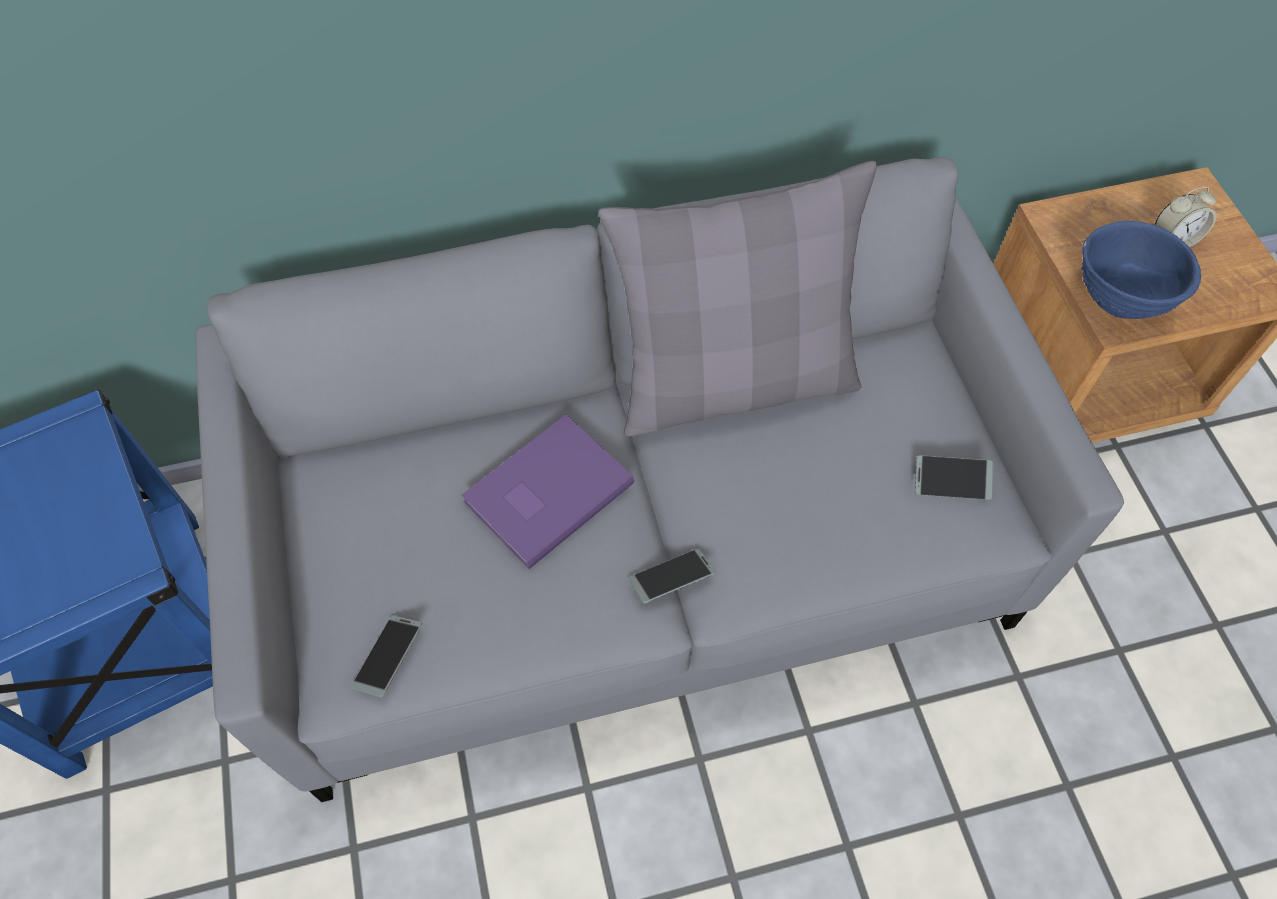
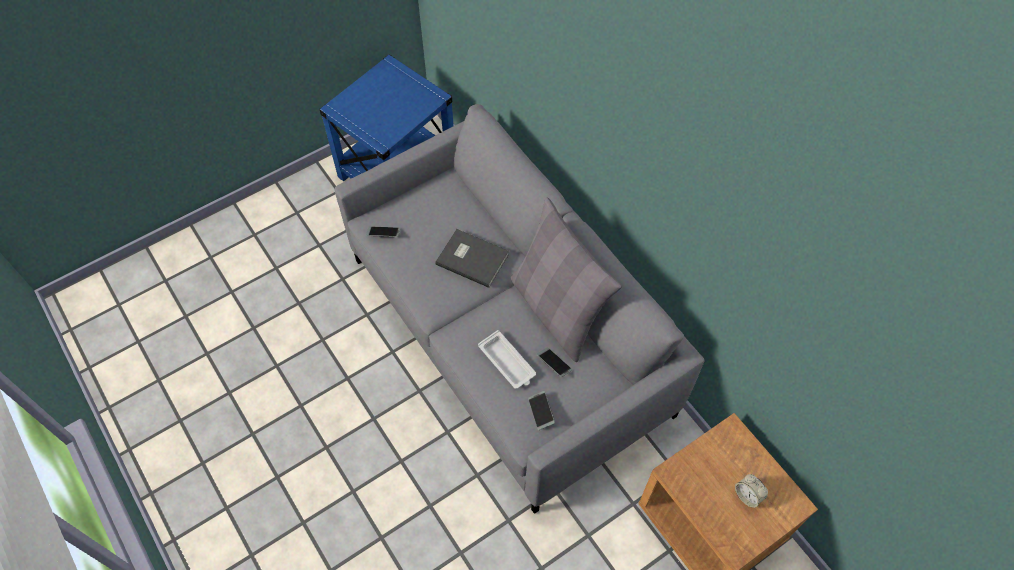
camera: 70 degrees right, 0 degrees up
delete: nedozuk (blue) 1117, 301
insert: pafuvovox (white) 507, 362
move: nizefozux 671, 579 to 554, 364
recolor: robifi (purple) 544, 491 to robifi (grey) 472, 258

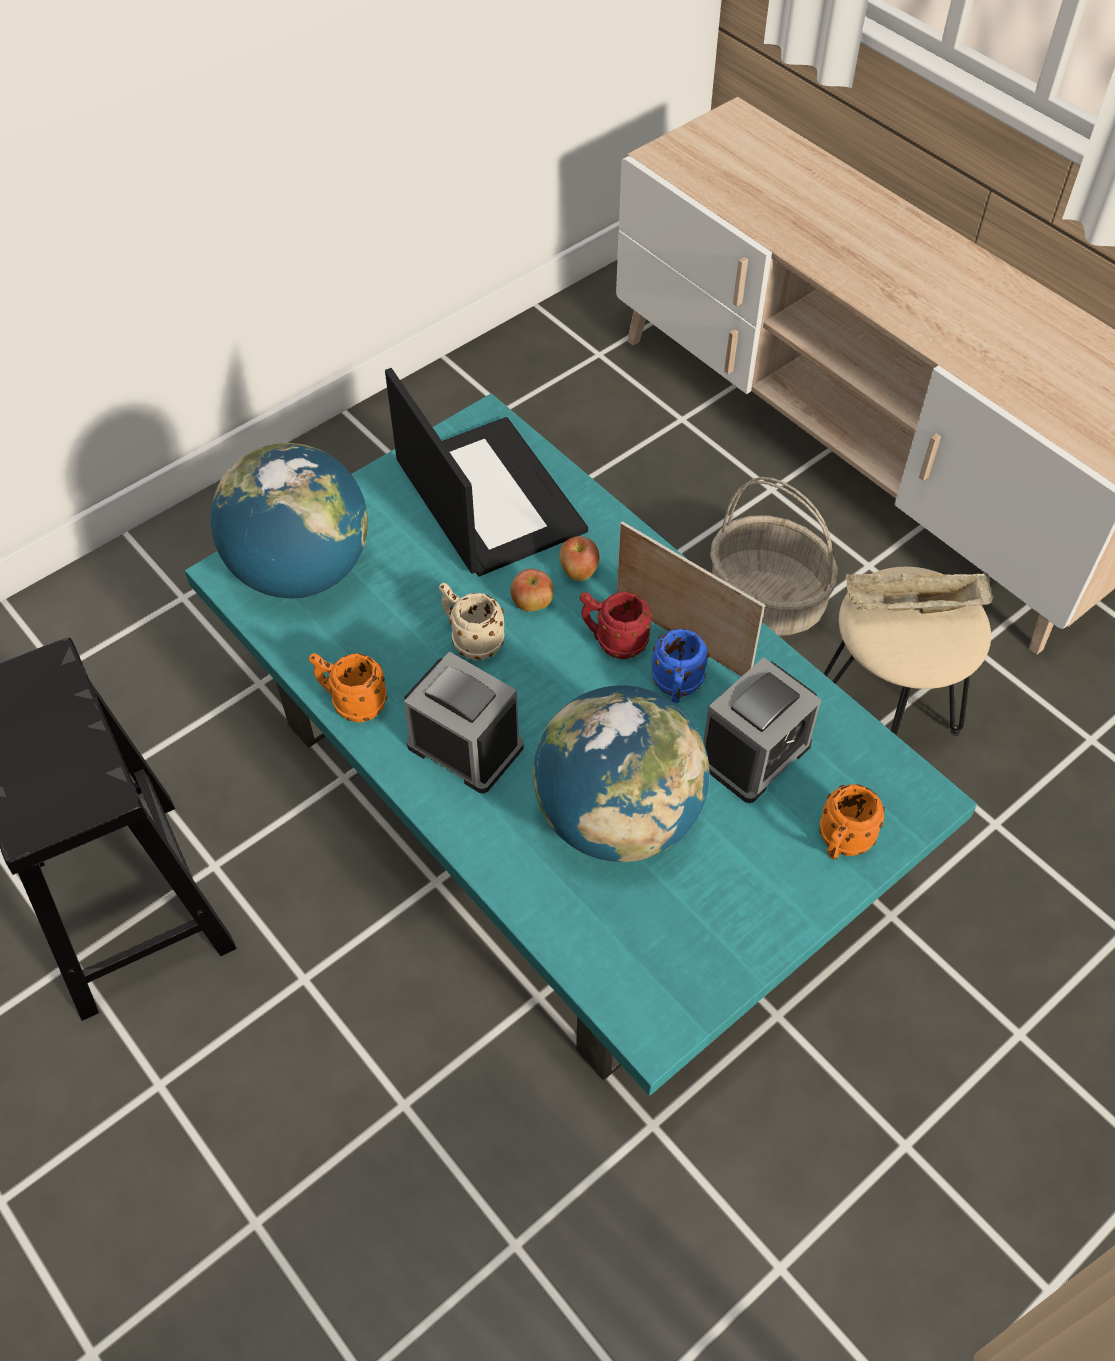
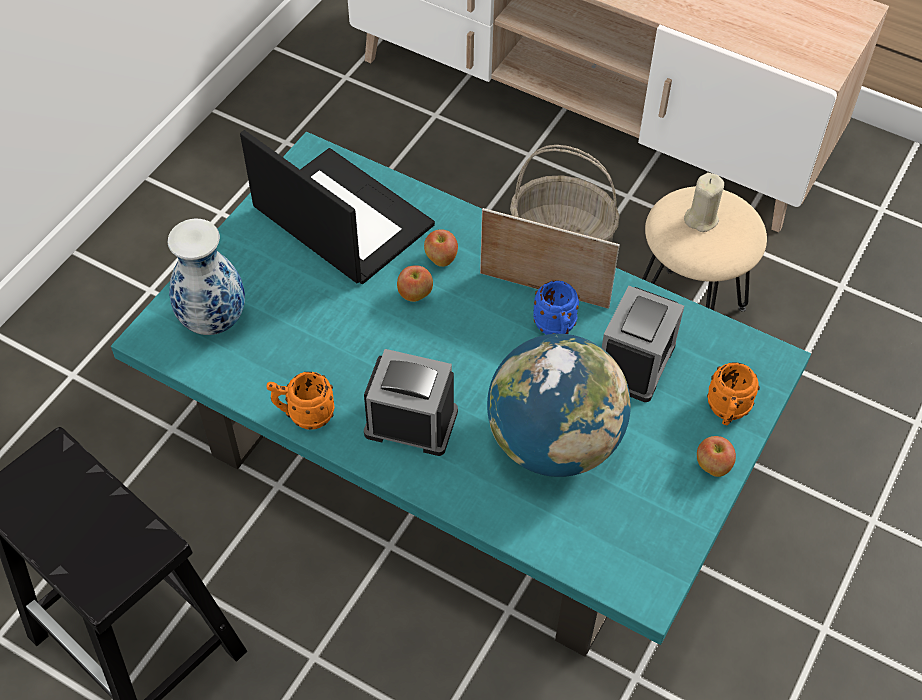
camera: 20 degrees left, 0 degrees up
delete: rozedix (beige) 471, 640; rozedix (red) 613, 641
insert: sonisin 712, 466
replace: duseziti 301, 571 to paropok 212, 319; pafuvovox (beige) 912, 607 to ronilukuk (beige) 701, 219

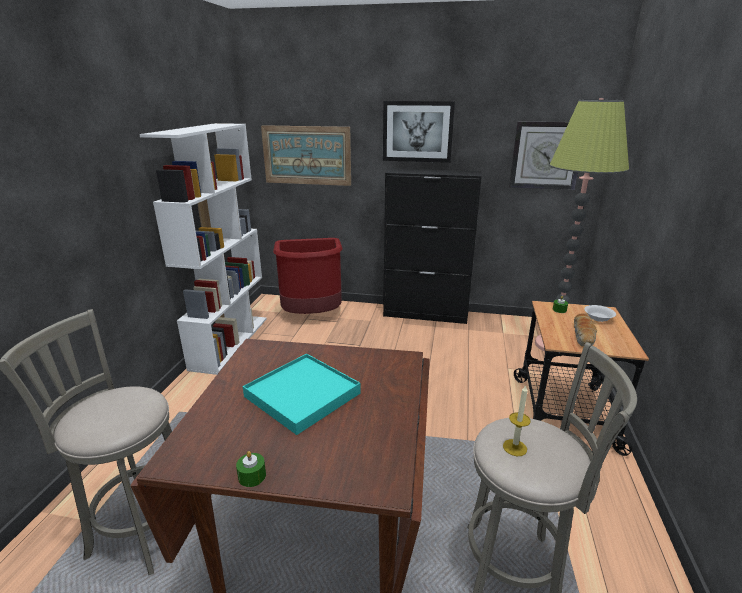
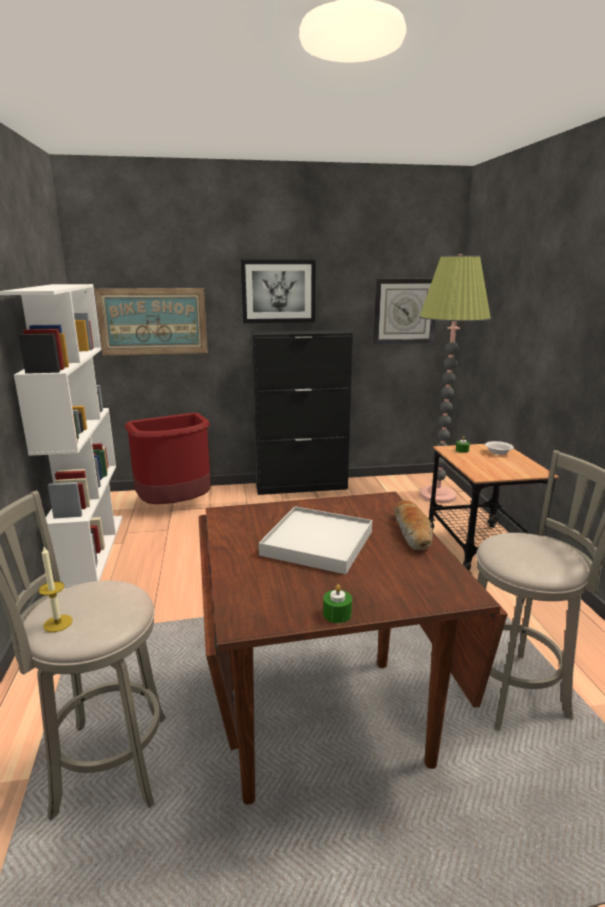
camera: 20 degrees left, 5 degrees down
move: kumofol 583, 336 to 413, 533; ronilukuk 514, 447 to 58, 623
recolor: pafuvovox (turquoise) 302, 395 to pafuvovox (white) 318, 543

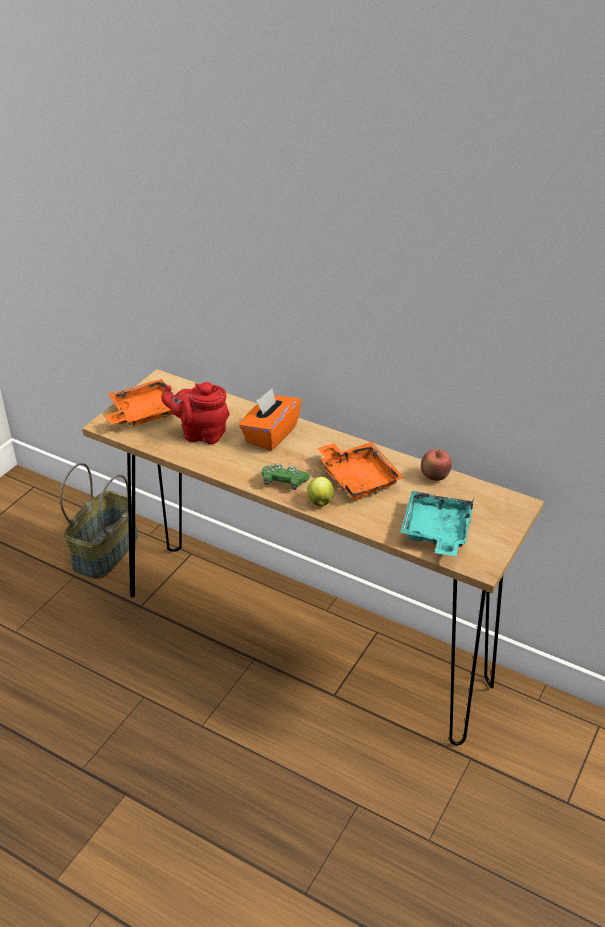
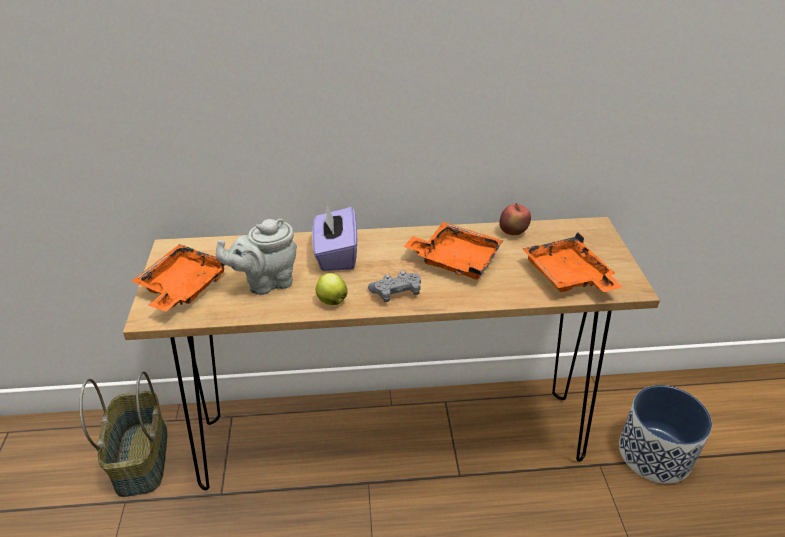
camera: 35 degrees left, 0 degrees up
insert: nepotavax 655, 454
move: sonisin 320, 501 to 331, 300
recolor: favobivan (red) 201, 434 to favobivan (grey) 266, 282; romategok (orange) 270, 434 to romategok (purple) 336, 255; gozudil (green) 284, 482 to gozudil (grey) 396, 292; pafuvovox (turquoise) 436, 532 to pafuvovox (orange) 567, 276

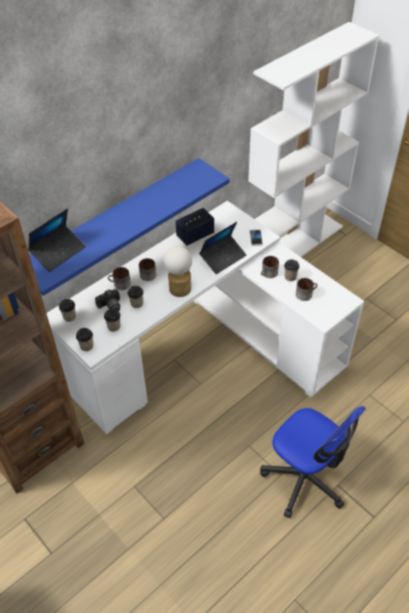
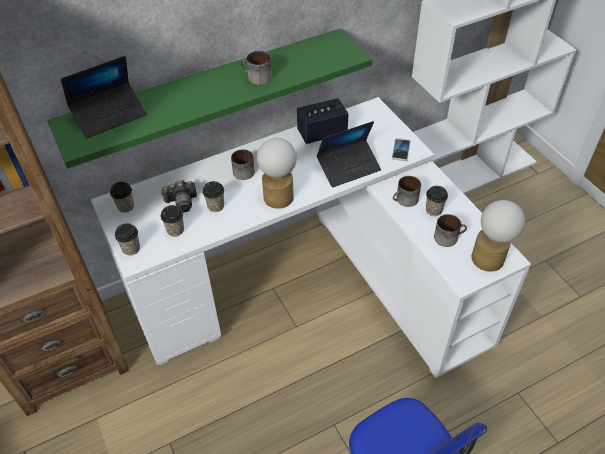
camera: 15 degrees right, 0 degrees up
insert: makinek 491, 256
move: rozedix 120, 284 to 256, 77
recolor: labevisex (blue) 115, 222 to labevisex (green) 207, 93

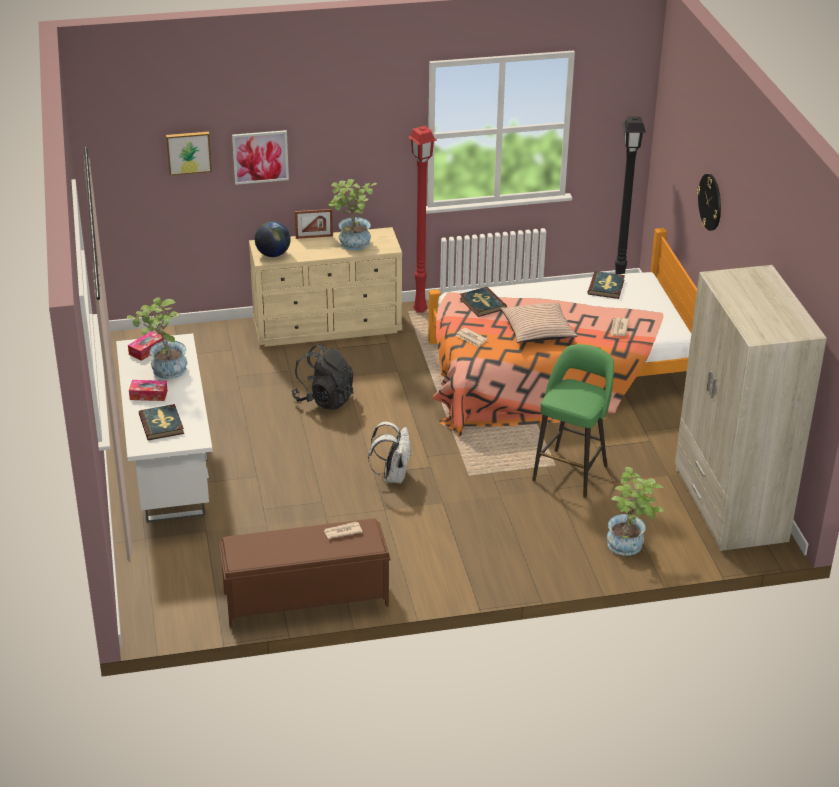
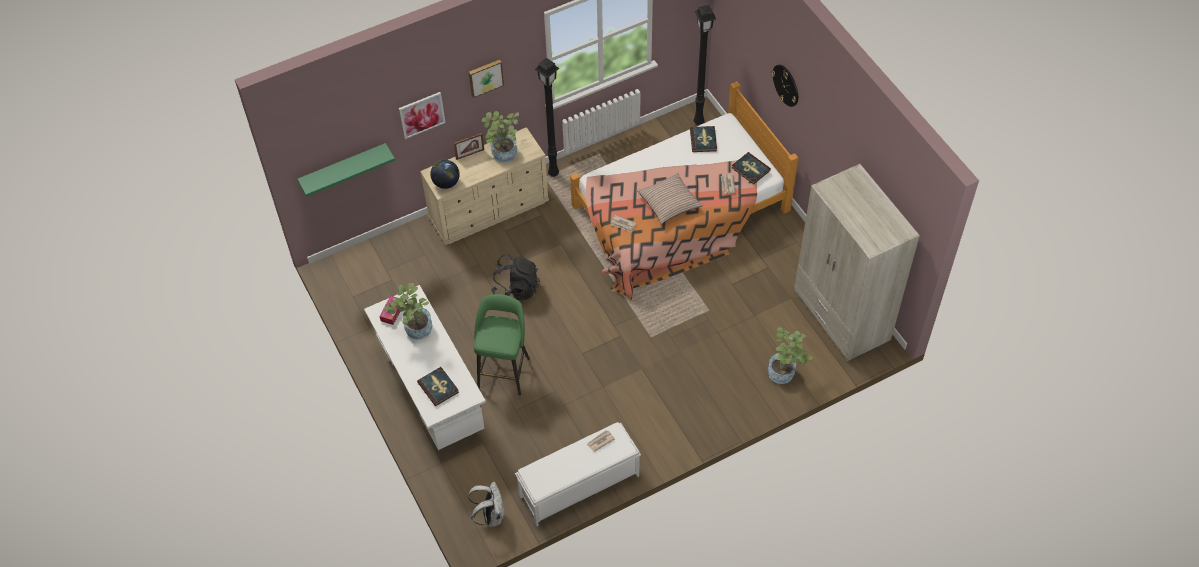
camera: 15 degrees left, 20 degrees up
delete: romategok 148, 395
insert: labevisex (green) 343, 168
move: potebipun 188, 152 to 485, 77; robifi 482, 304 to 750, 169; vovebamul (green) 571, 472 to 504, 371; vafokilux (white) 393, 476 to 490, 515
recolor: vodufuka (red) 420, 310 to vodufuka (black) 553, 173; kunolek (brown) 304, 599 to kunolek (white) 578, 486

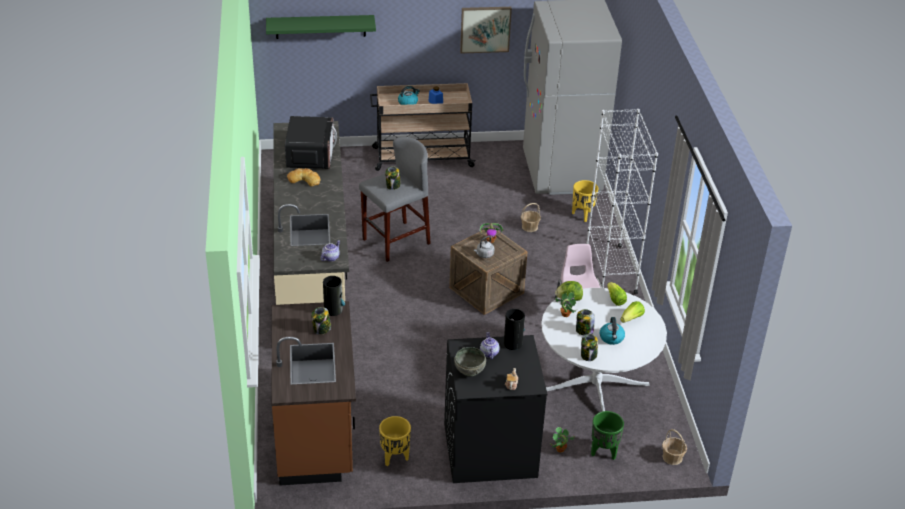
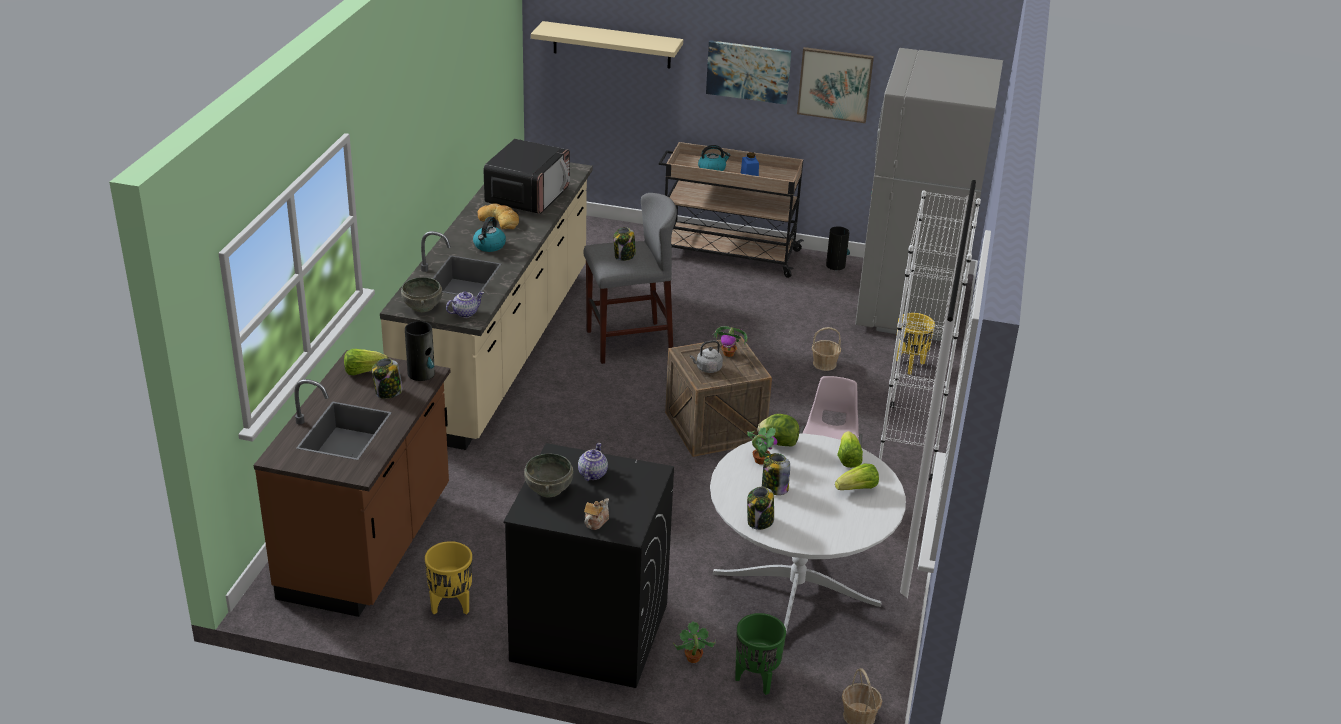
camera: 20 degrees right, 5 degrees down
insert: potebipun 748, 71; nedozuk (grey) 423, 306; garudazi 364, 371
move: paropok 513, 343 to 835, 265; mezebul 611, 338 to 489, 246
recolor: labevisex (green) 320, 26 to labevisex (beige) 612, 45

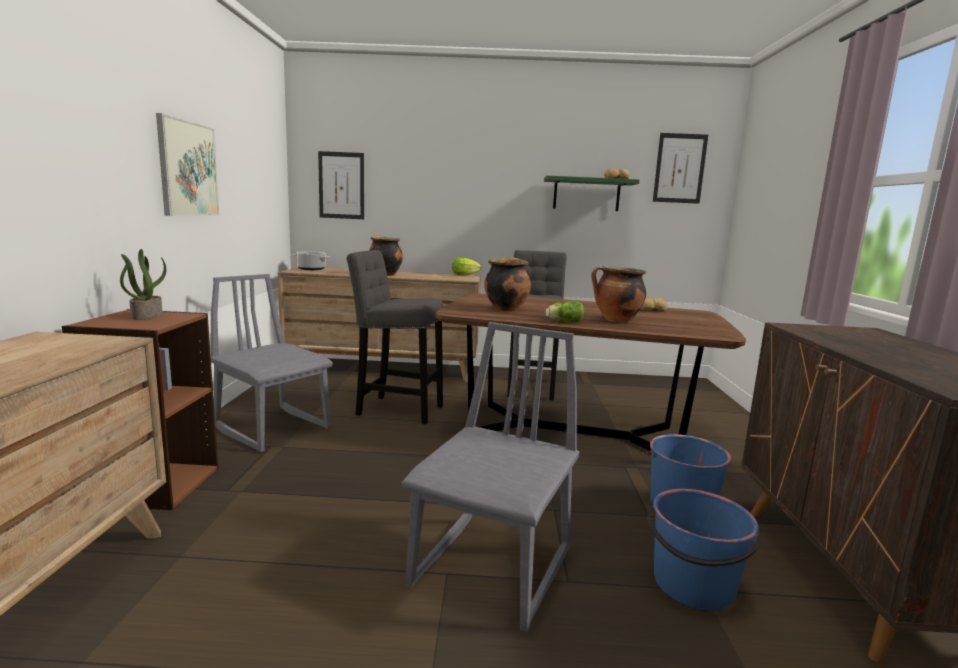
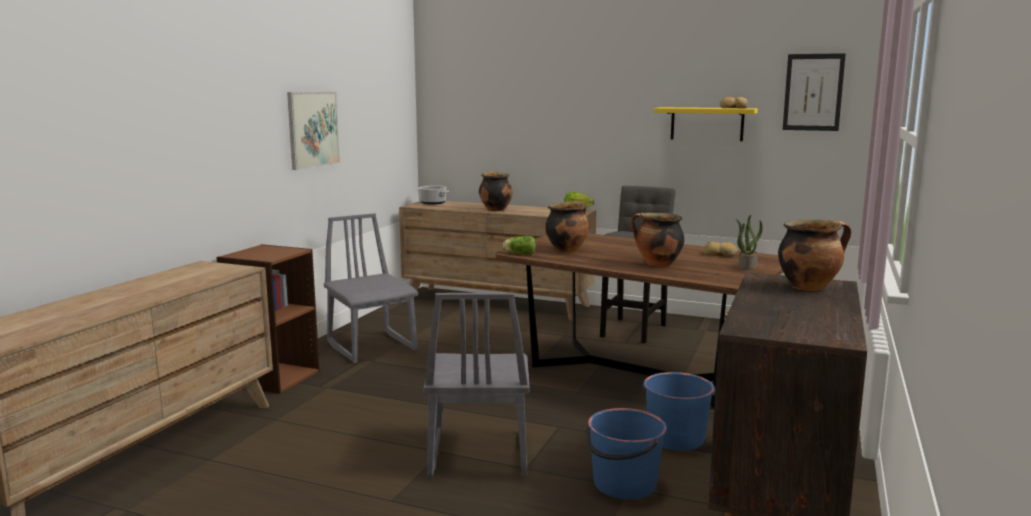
camera: 20 degrees right, 0 degrees up
delete: potebipun 341, 185; vovebamul (grey) 396, 409
insert: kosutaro 809, 287
move: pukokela 146, 316 to 747, 266; garudazi 563, 321 to 519, 253
recolor: labevisex (green) 586, 194 to labevisex (yellow) 707, 124
rotate: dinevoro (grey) 493, 569 = 477, 454 135 degrees clockwise

